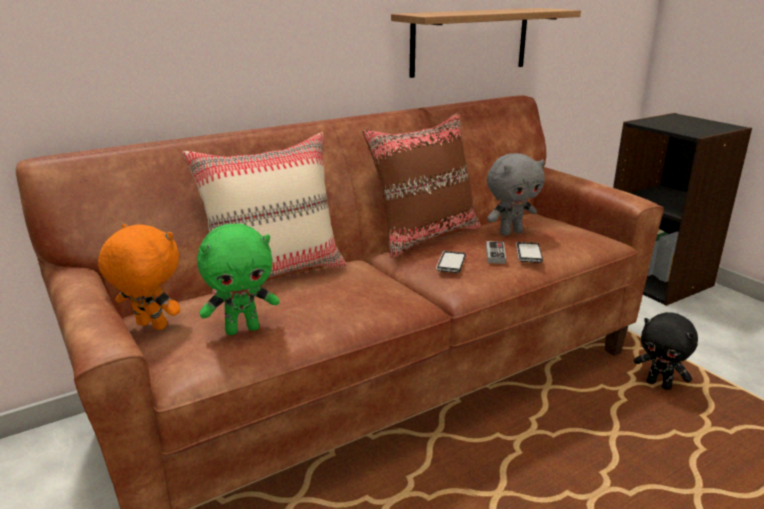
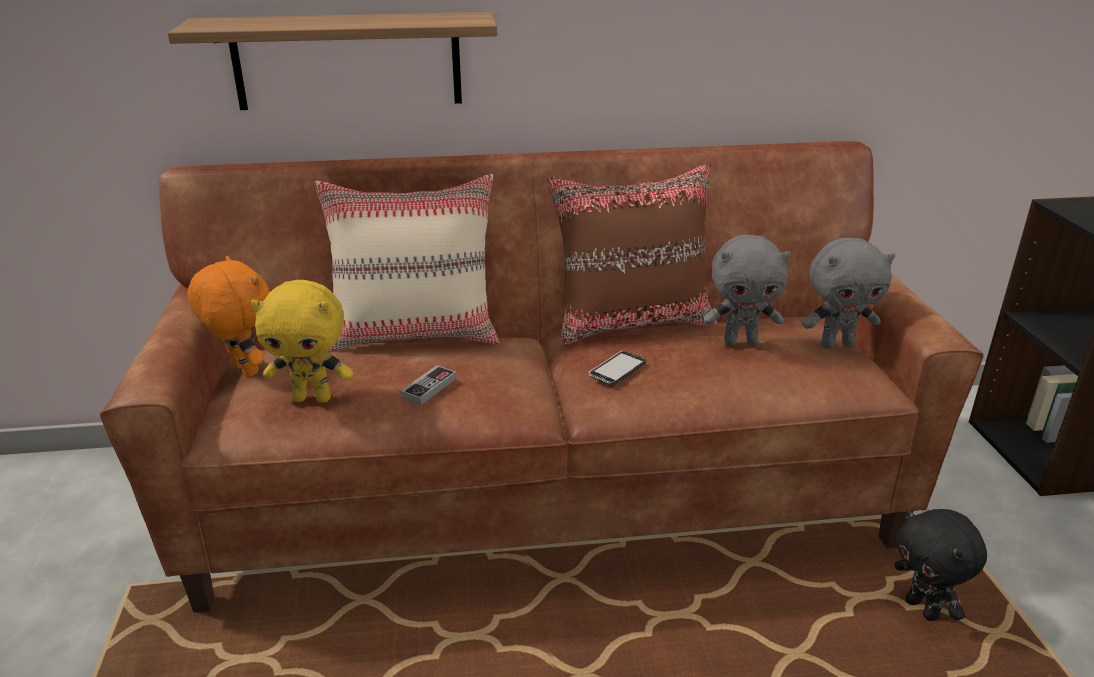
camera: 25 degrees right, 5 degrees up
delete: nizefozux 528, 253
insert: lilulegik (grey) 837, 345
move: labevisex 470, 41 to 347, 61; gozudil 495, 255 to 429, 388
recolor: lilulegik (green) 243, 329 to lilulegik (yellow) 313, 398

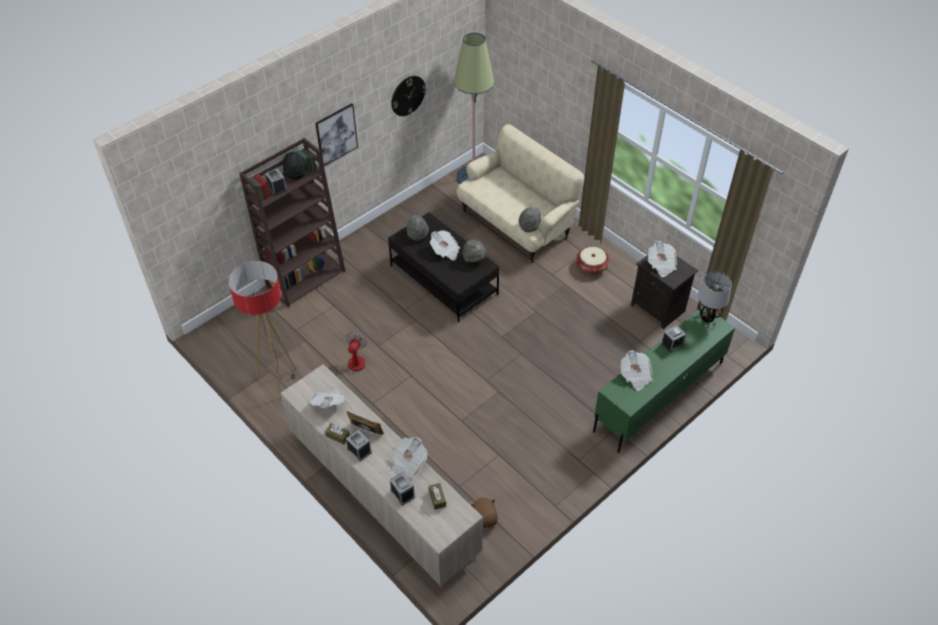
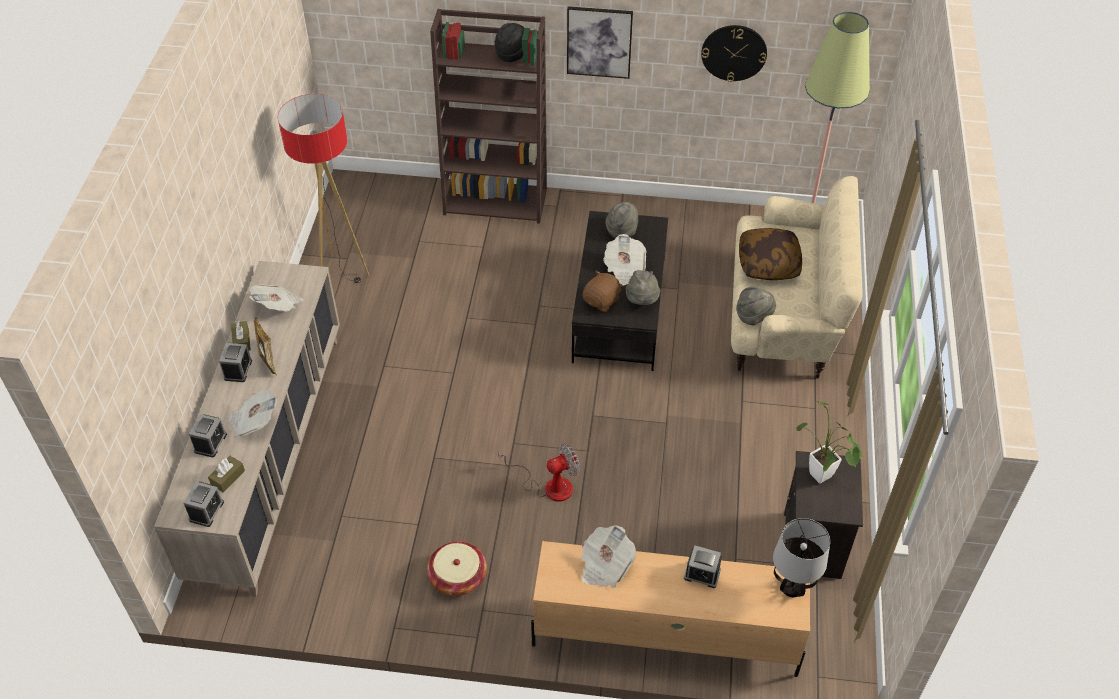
camera: 50 degrees right, 0 degrees up
insert: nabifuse 768, 263
move: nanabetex 277, 187 to 206, 511; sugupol 591, 267 to 458, 577; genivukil 350, 366 to 549, 486; lilulegik (brown) 484, 518 to 602, 301
replace: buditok 661, 265 to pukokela 823, 479
recolor: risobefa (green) 658, 396 to risobefa (beige) 664, 635

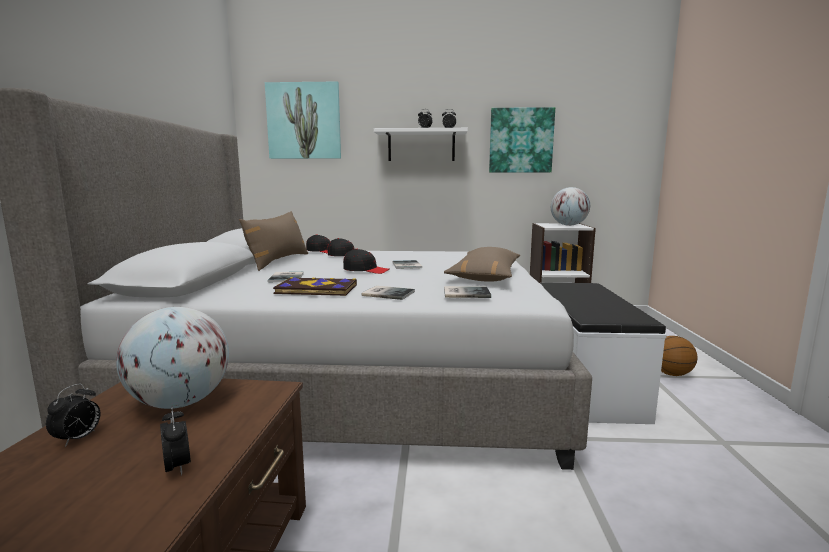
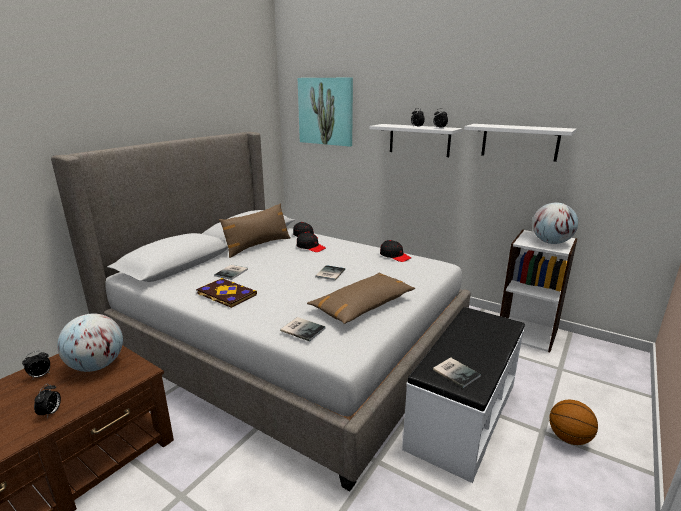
camera: 30 degrees right, 10 degrees up
move: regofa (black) 365, 270 to 395, 256; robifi 388, 293 to 456, 372
replace: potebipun 521, 140 to labevisex (white) 519, 142

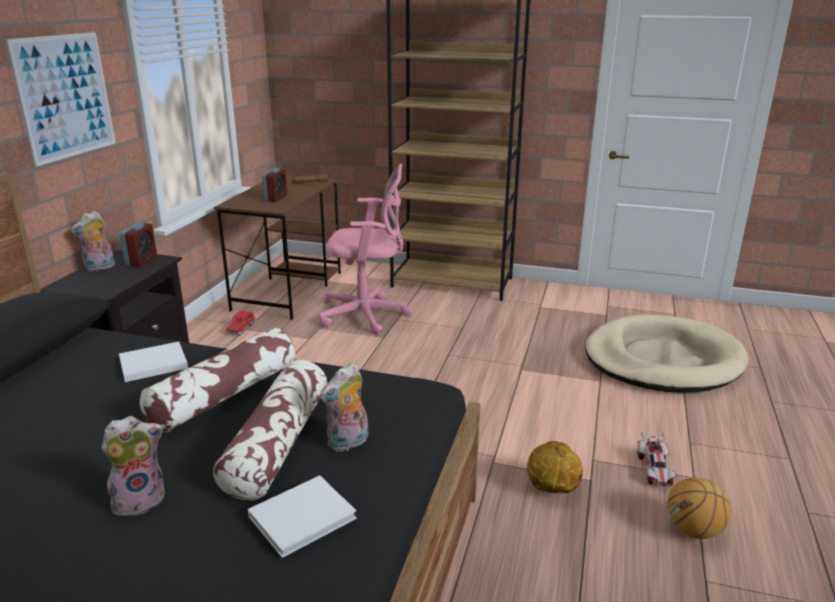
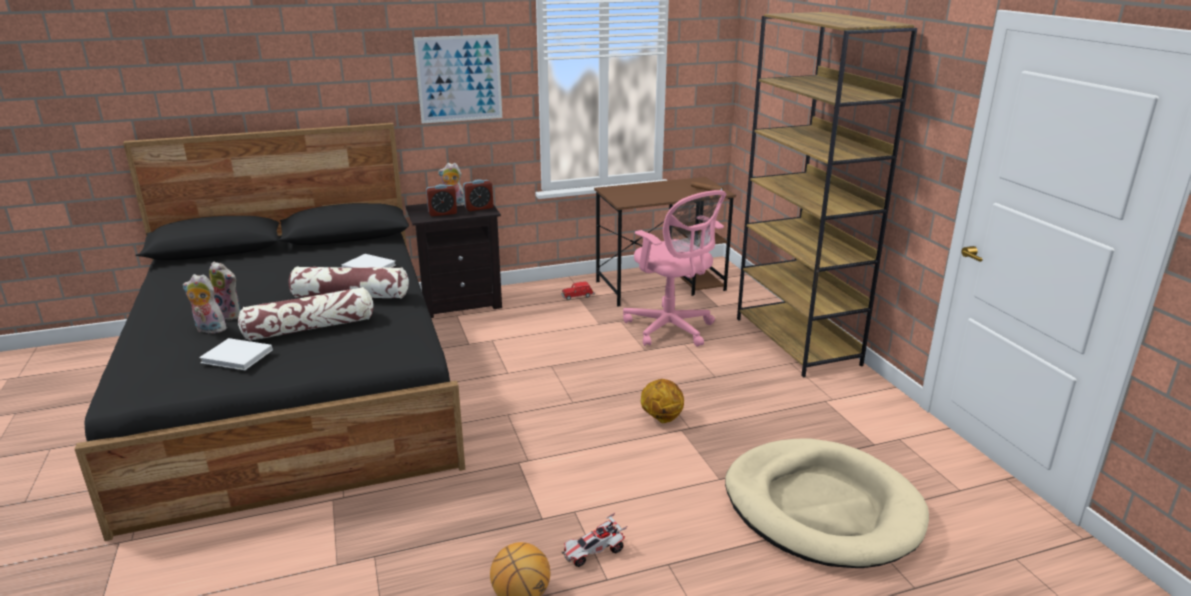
camera: 55 degrees right, 0 degrees up
move: nanabetex 276, 198 to 442, 213; lilulegik 348, 443 to 208, 330; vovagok 551, 489 to 661, 418

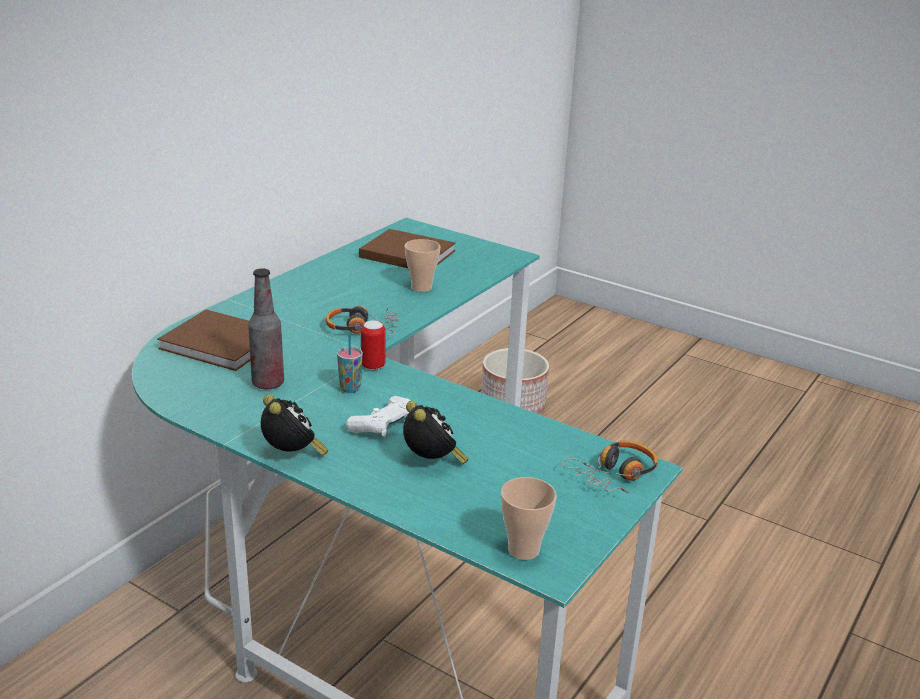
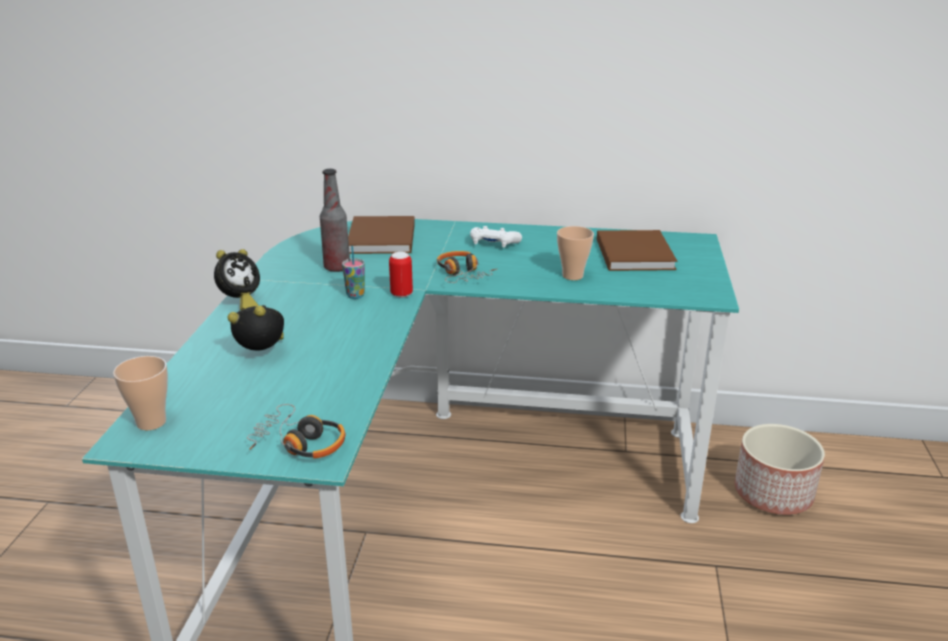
camera: 65 degrees right, 0 degrees up
move: gozudil (white) 384, 425 to 493, 244
rotate: nanabetex 432, 463 = 263, 354 135 degrees counterclockwise

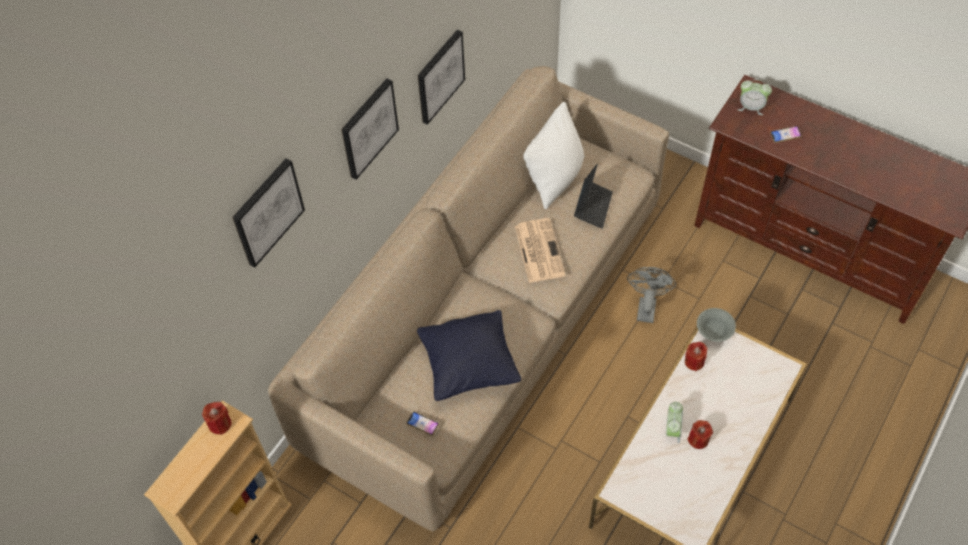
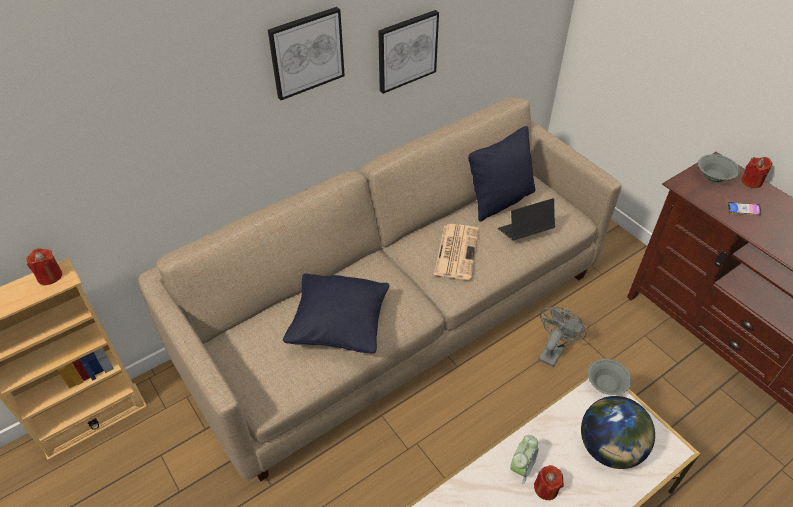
camera: 20 degrees right, 10 degrees down
delete: potebipun 267, 212; nizefozux 422, 424
insert: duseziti 609, 448
move: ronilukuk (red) 694, 362 to 751, 182
replace: nanabetex 751, 107 to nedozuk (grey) 713, 178
recolor: nabifuse (white) 555, 178 to nabifuse (black) 500, 200
rotate: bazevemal 593, 207 = 525, 232 150 degrees counterclockwise

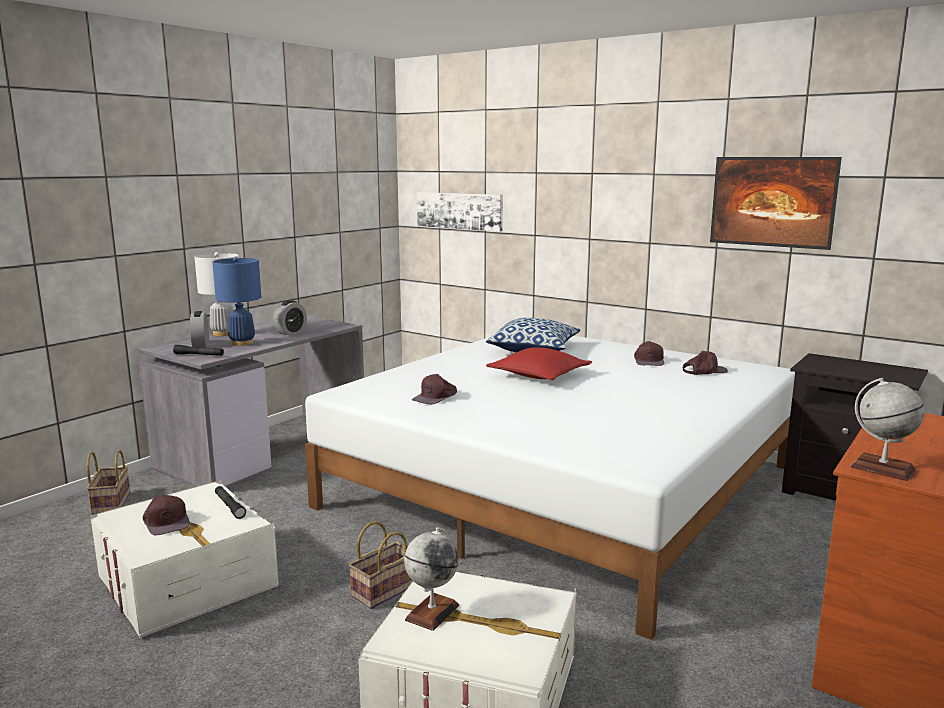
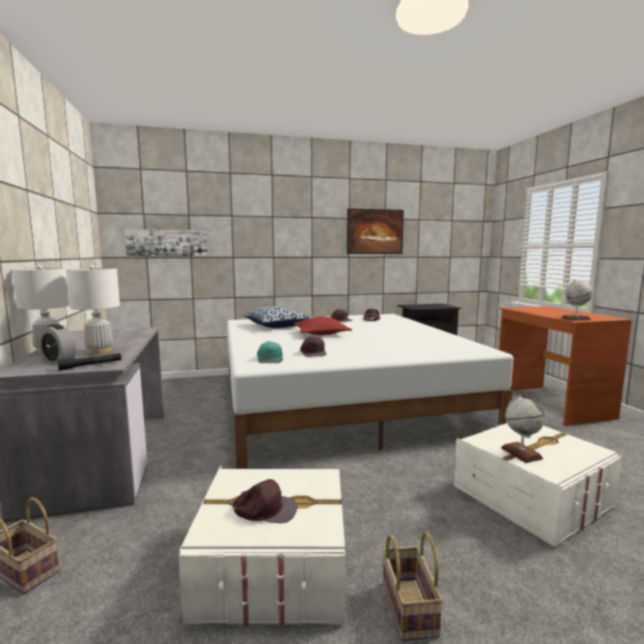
camera: 50 degrees left, 5 degrees down
delete: nanabetex 291, 332; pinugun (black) 229, 506
insert: regofa (turquoise) 270, 359
move: sugupol 385, 589 to 407, 607
recolor: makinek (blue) 242, 343 to makinek (white) 100, 351

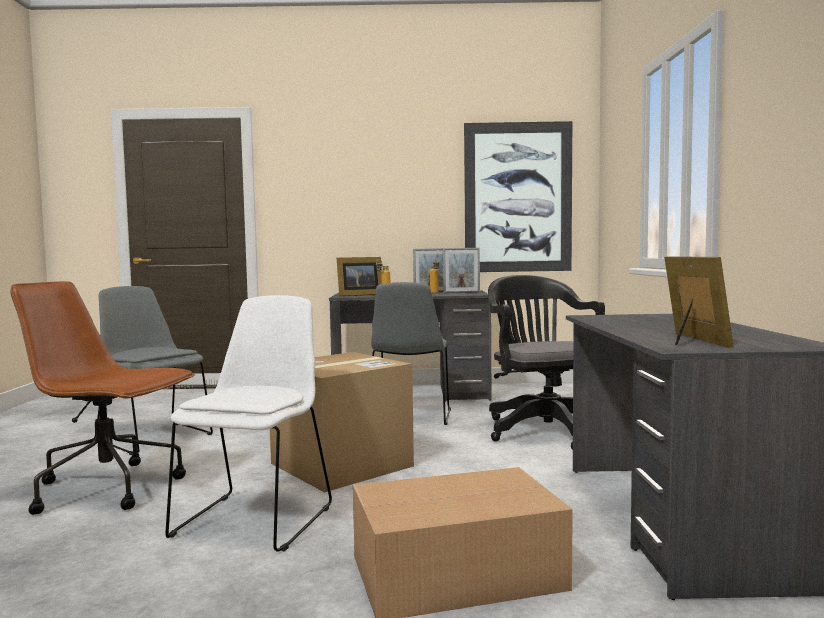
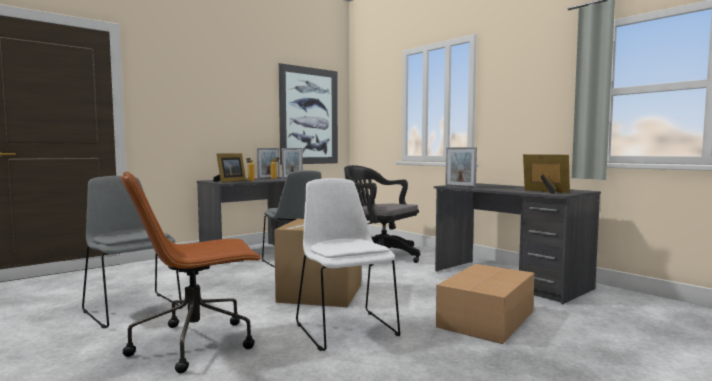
camera: 40 degrees left, 0 degrees up
insert: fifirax 460, 186
rotate: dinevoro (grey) 153, 437 = 132, 309 45 degrees clockwise

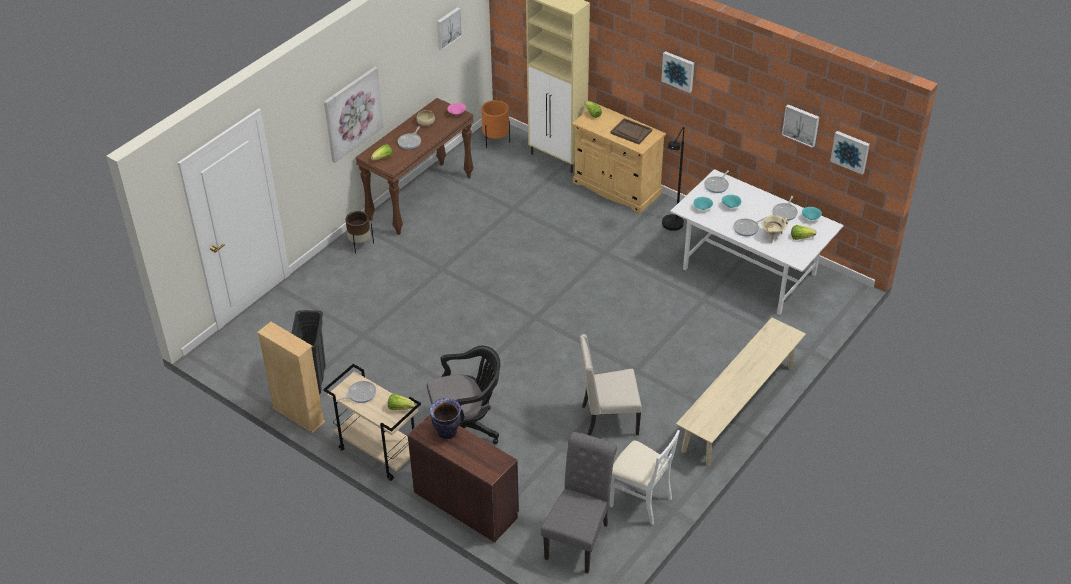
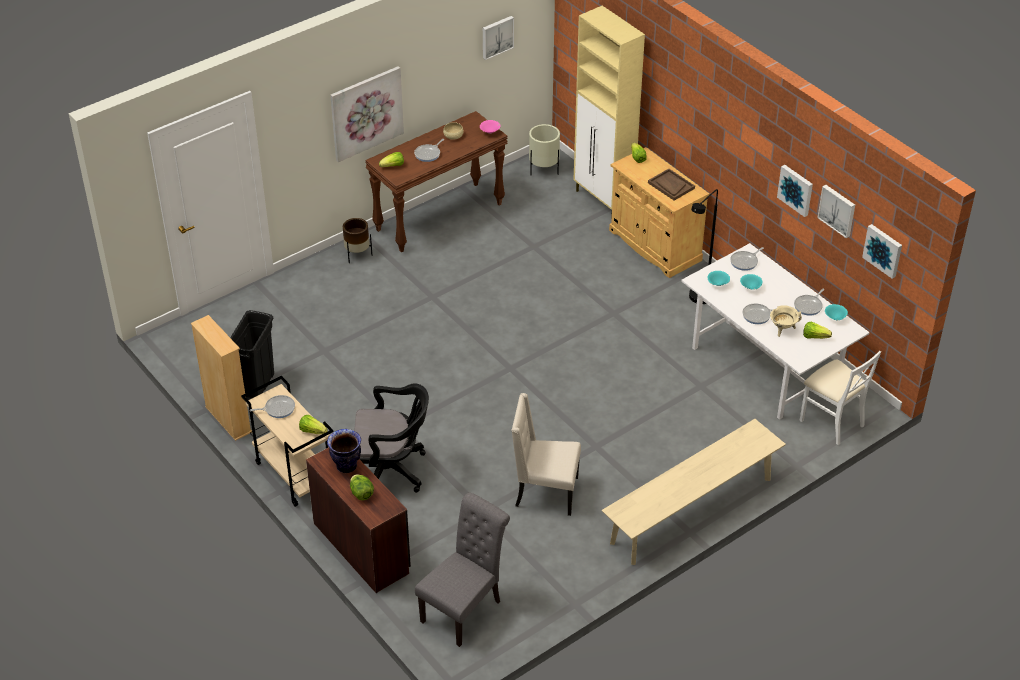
camera: 15 degrees right, 0 degrees up
insert: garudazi 361, 494
move: potebipun 678, 71 to 796, 189; dinevoro (white) 640, 500 to 831, 422
recolor: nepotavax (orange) 496, 141 to nepotavax (beige) 543, 170

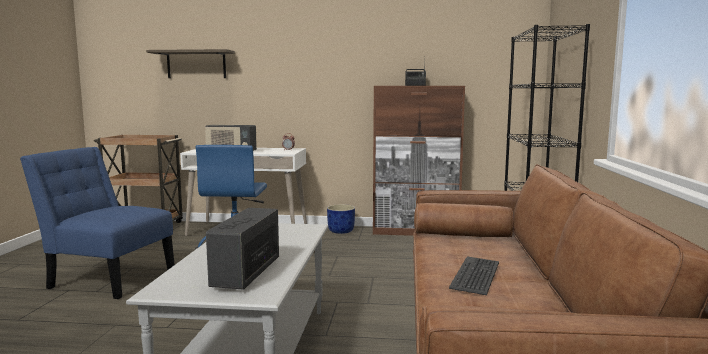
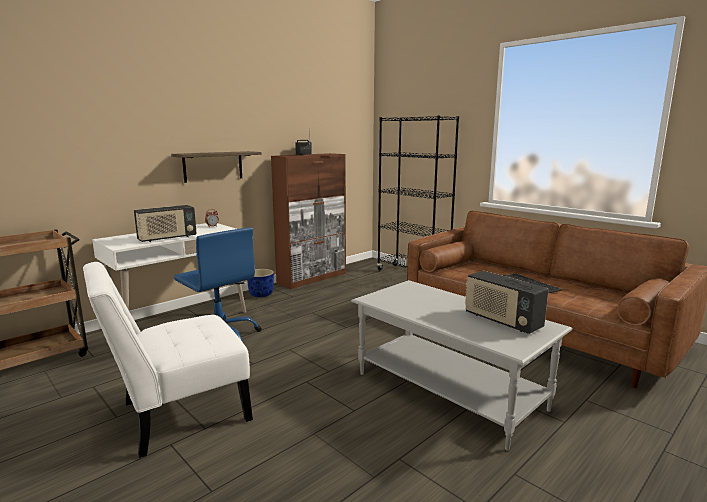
camera: 50 degrees left, 5 degrees up
move: labevisex 196, 64 to 213, 166
recolor: dinevoro (blue) 108, 278 to dinevoro (white) 177, 414

